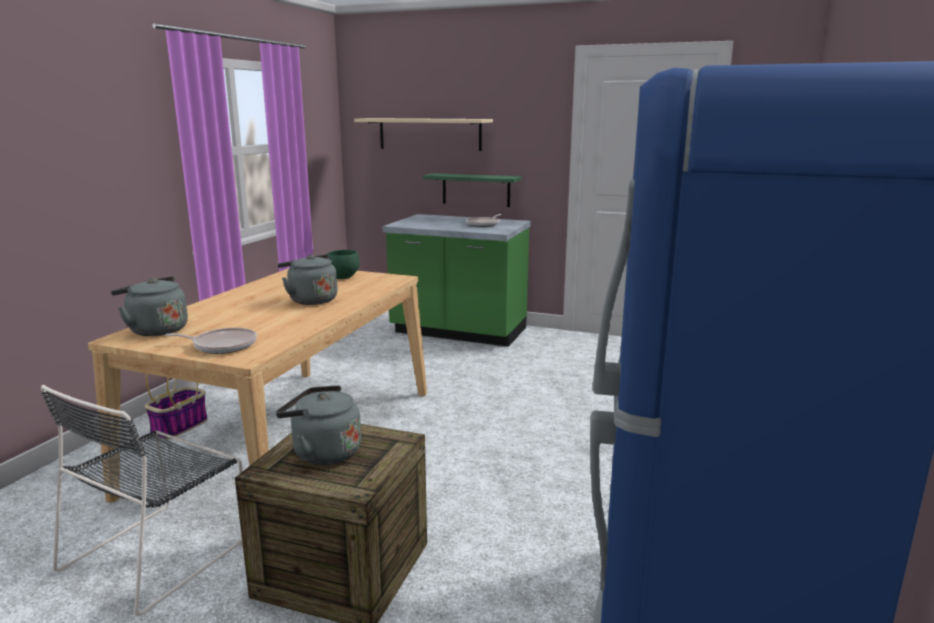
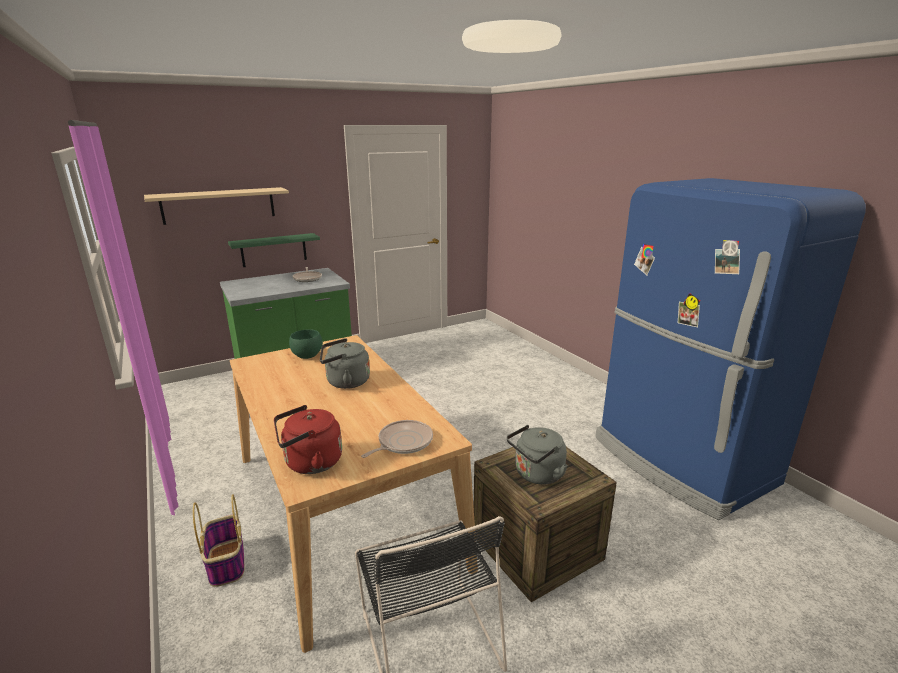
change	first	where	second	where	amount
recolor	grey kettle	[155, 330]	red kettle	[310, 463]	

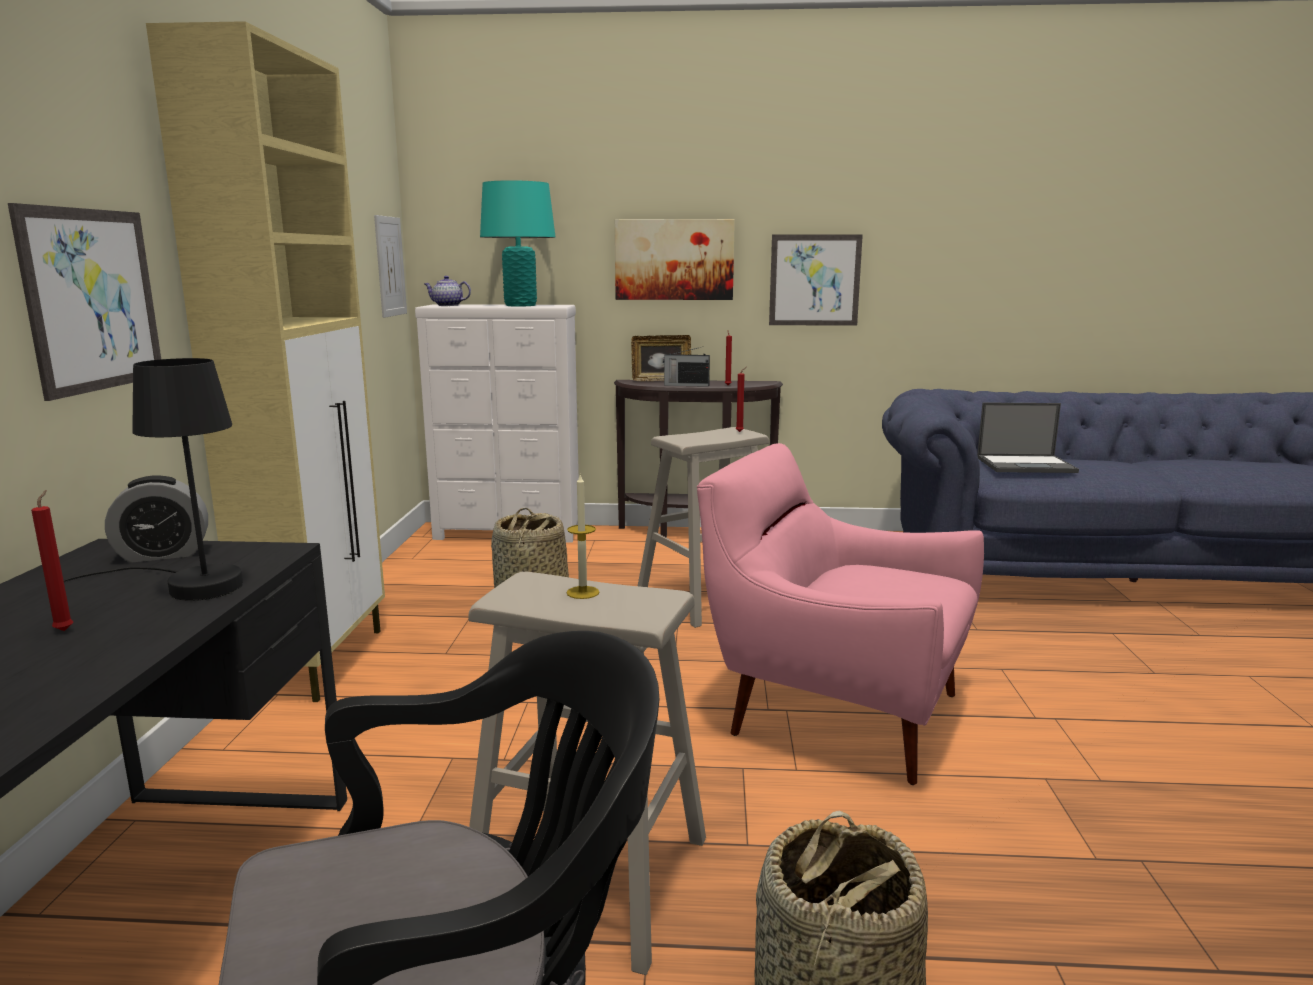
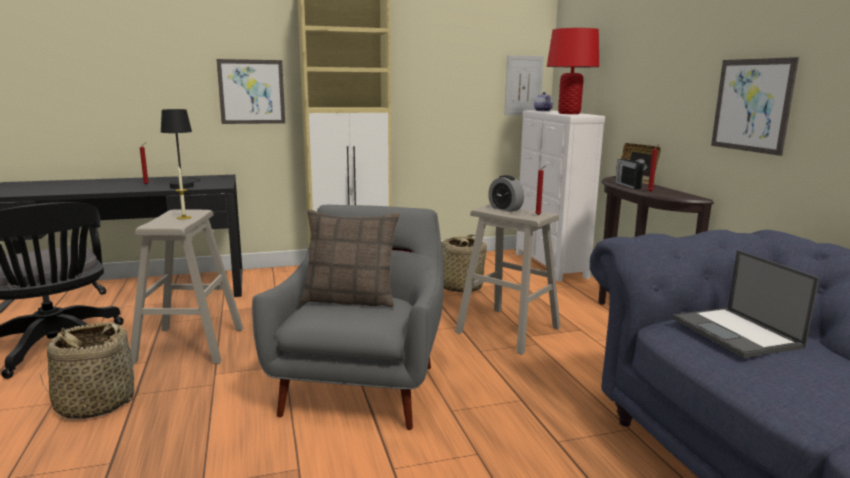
change	first	where	second	where	amount
delete	picture	[674, 259]			
insert			pillow	[350, 299]	
move	alarm clock	[163, 554]		[505, 209]	
recolor	turquoise table lamp	[521, 305]	red table lamp	[569, 113]	
recolor	pink armchair	[833, 710]	grey armchair	[362, 385]	

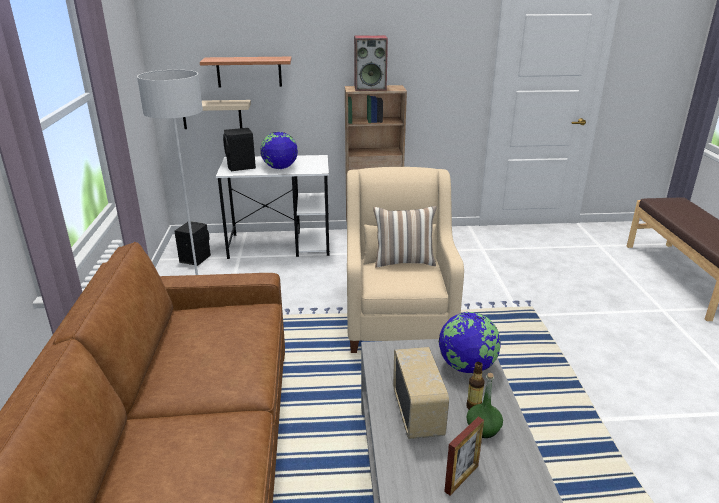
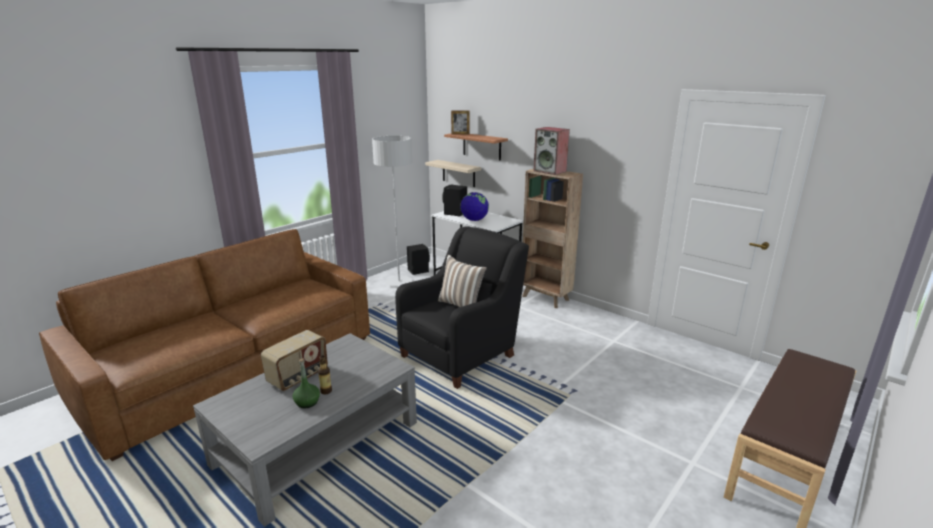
change	first	where	second	where	amount
delete	globe	[467, 367]			
move	picture frame	[461, 478]		[460, 134]	
recolor	beige armchair	[398, 319]	black armchair	[462, 353]	

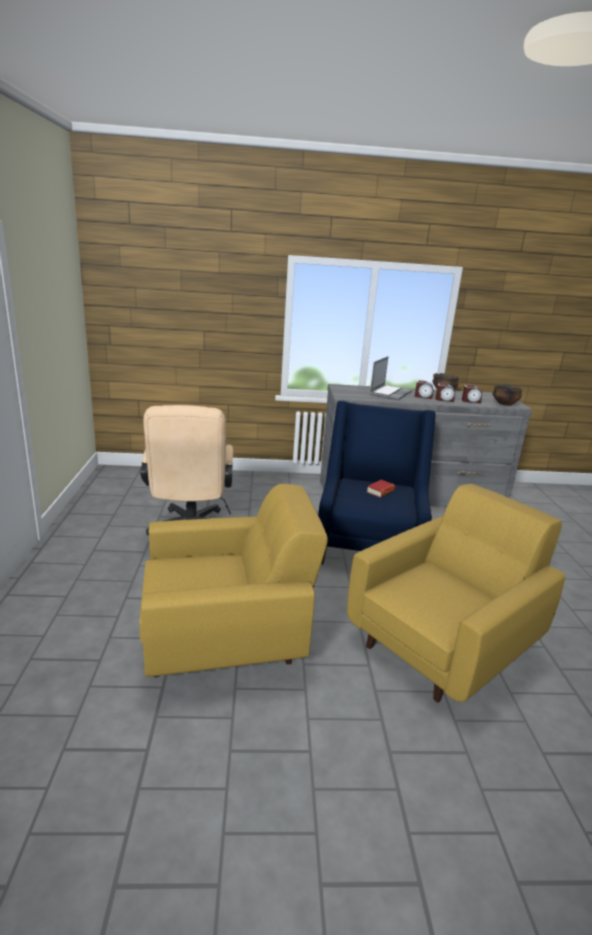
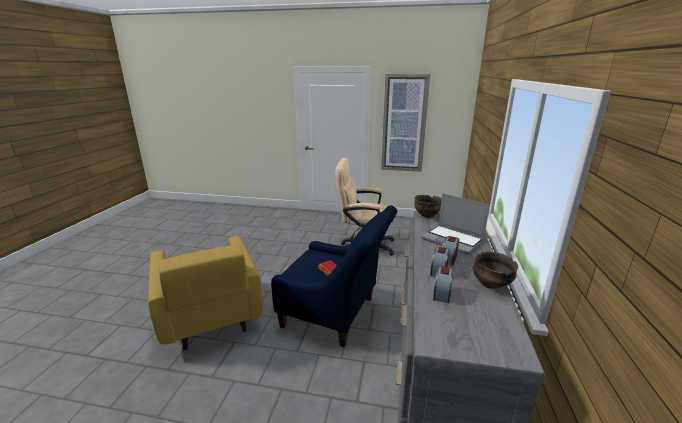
change	first	where	second	where	amount
delete	yellow armchair	[227, 638]			
insert			picture	[404, 124]	
move	bowl	[504, 404]		[427, 215]	

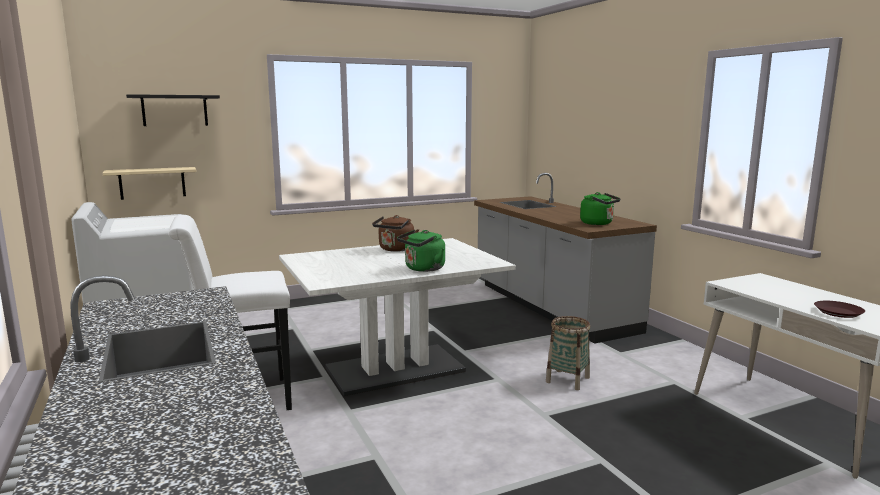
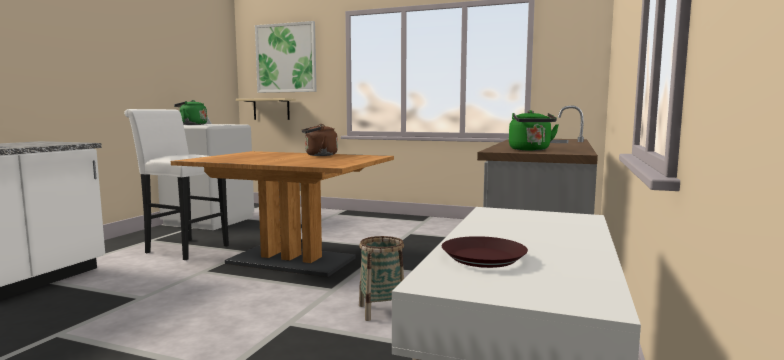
change	first	where	second	where	amount
move	green kettle	[423, 269]		[192, 124]	
replace	black shelf	[175, 110]	picture	[286, 58]	
recolor	white dining table	[395, 369]	brown dining table	[291, 261]	

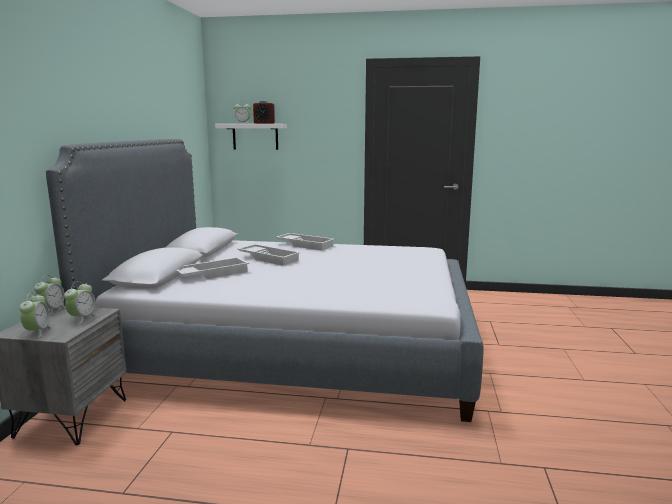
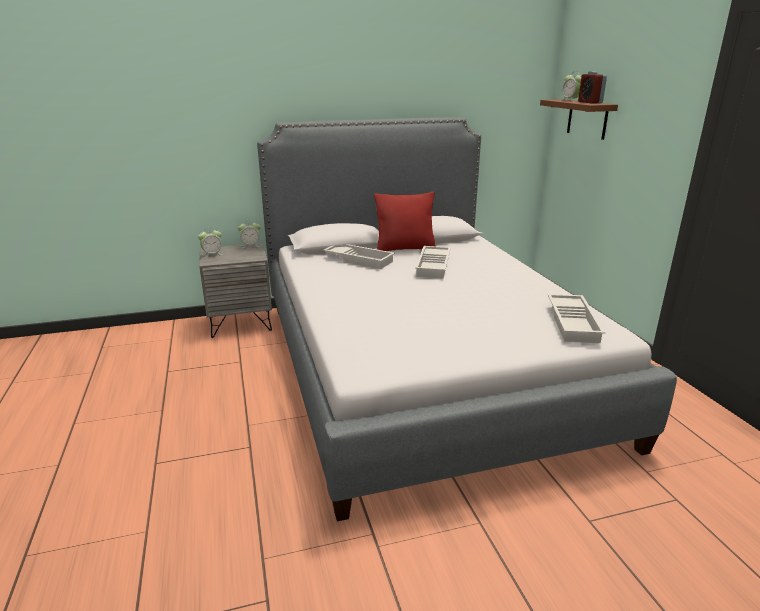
change	first	where	second	where	amount
delete	alarm clock	[82, 318]			
insert			red pillow	[405, 249]	
move	white tray	[306, 245]		[574, 323]	
recolor	white shelf	[255, 136]	brown shelf	[587, 119]	

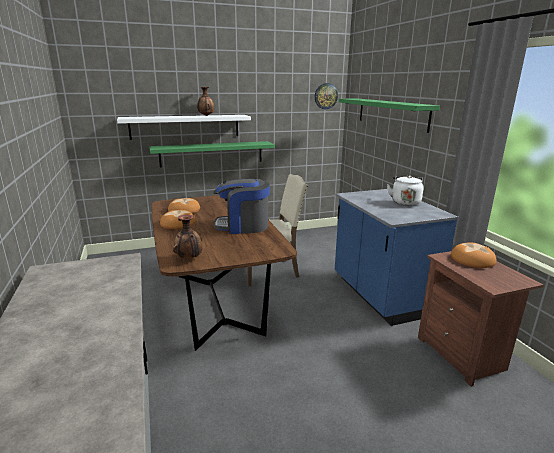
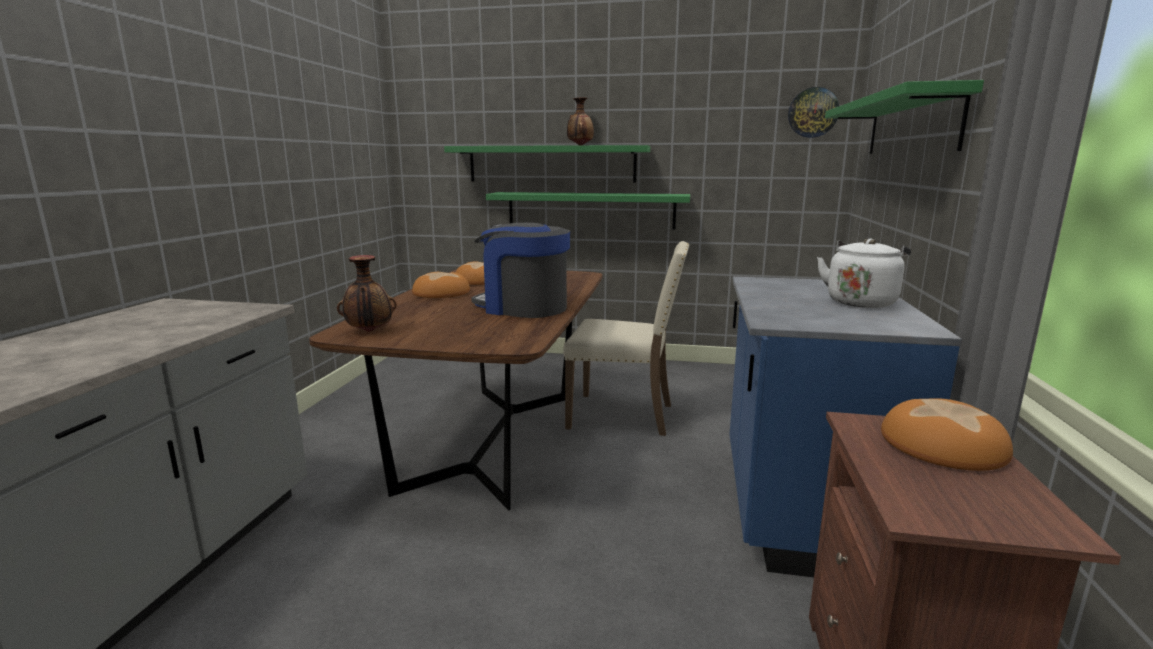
change	first	where	second	where	amount
recolor	white shelf	[185, 126]	green shelf	[551, 164]	

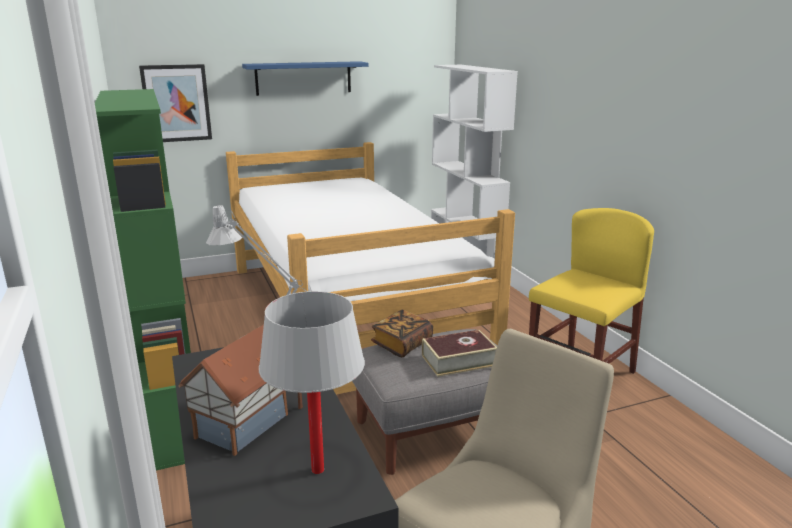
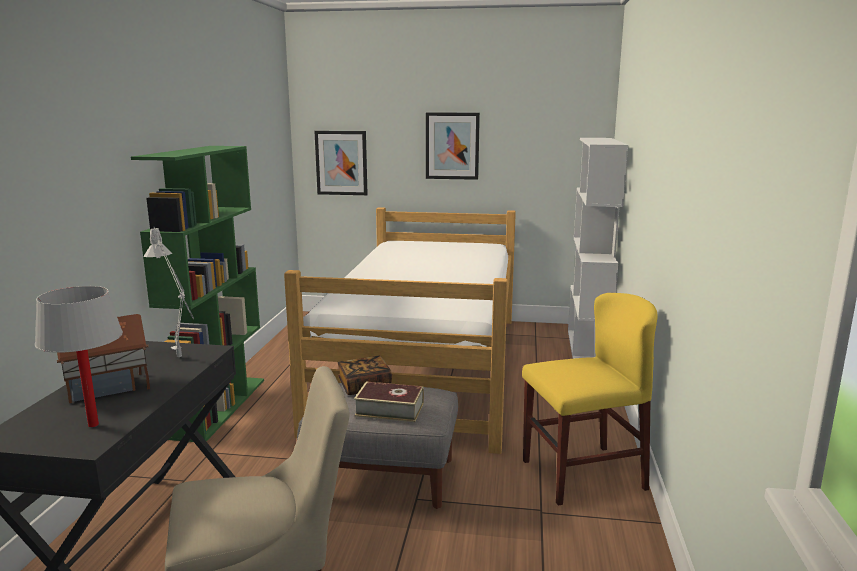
change	first	where	second	where	amount
replace	blue shelf	[303, 78]	picture	[452, 146]	

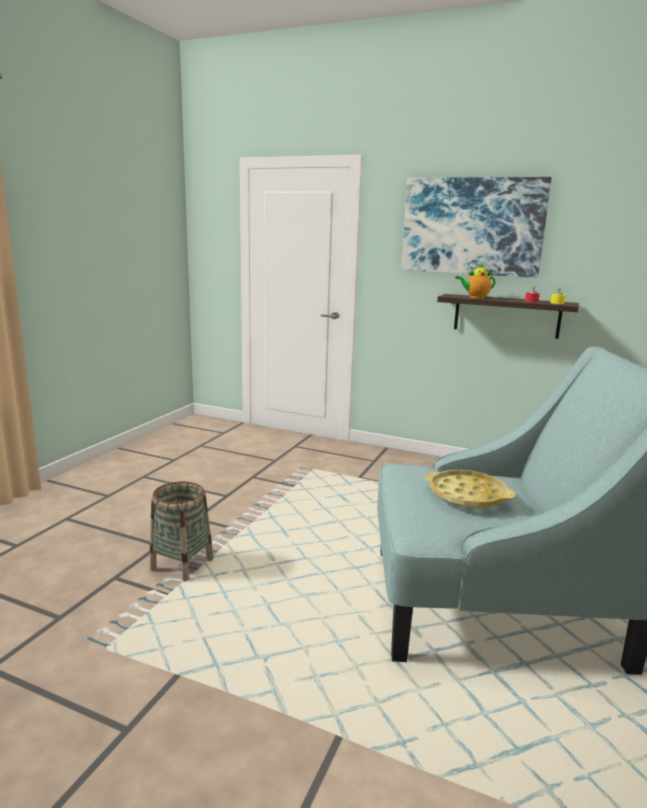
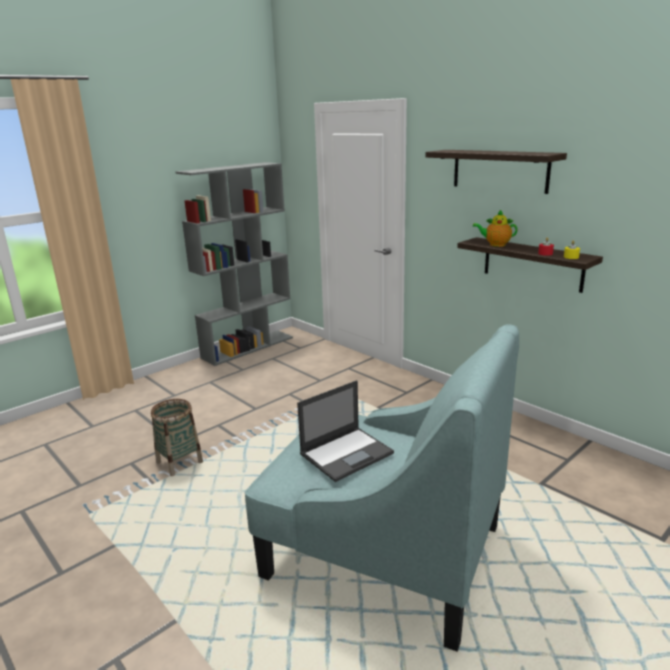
change	first	where	second	where	amount
insert			grey bookcase	[248, 347]	
replace	picture	[472, 226]	shelf	[499, 170]	
replace	yellow tray	[467, 495]	laptop	[347, 453]	

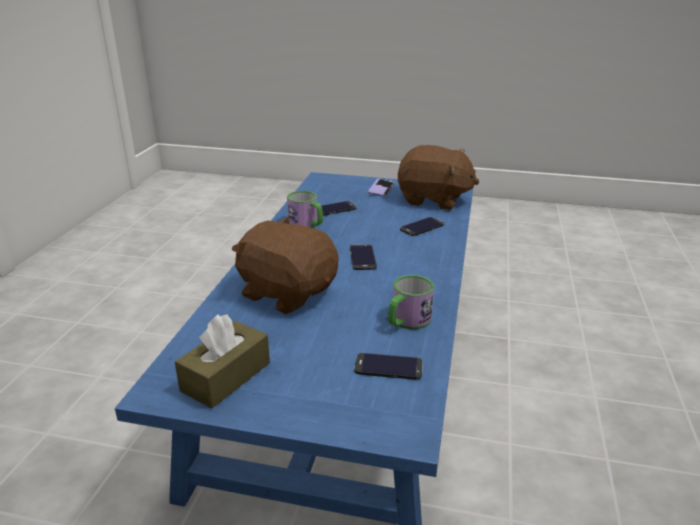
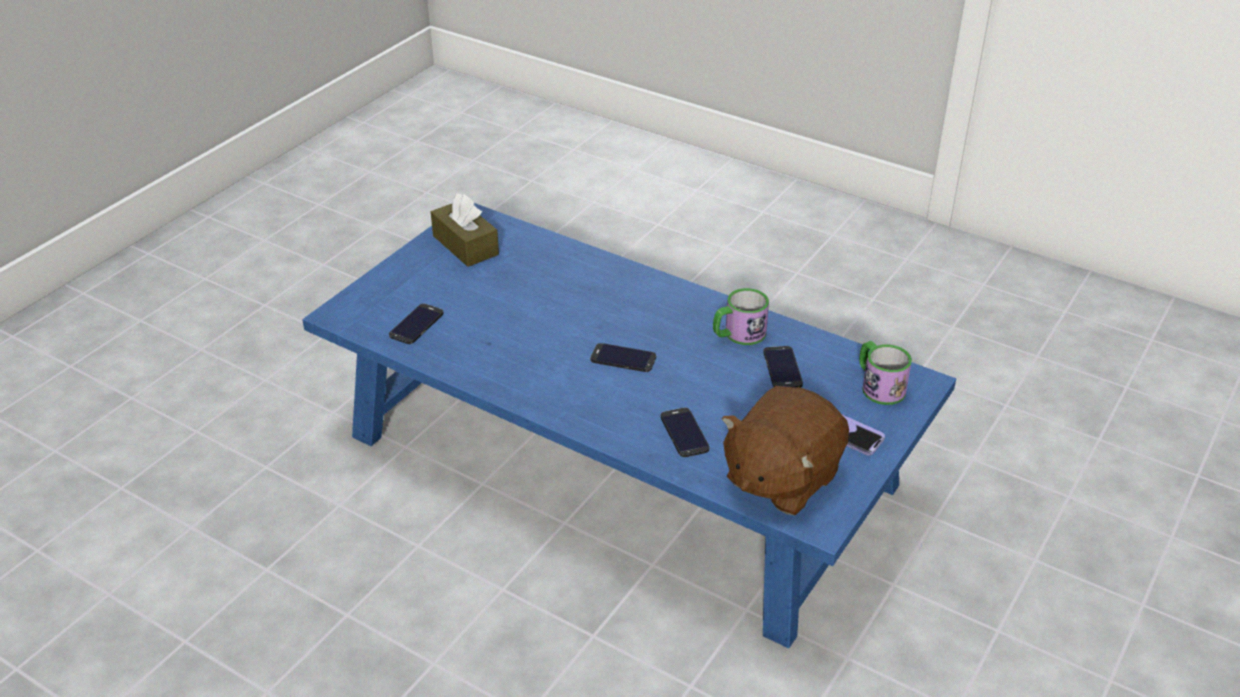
change	first	where	second	where	amount
delete	brown plush toy	[287, 293]			
move	mug	[406, 321]		[878, 385]	

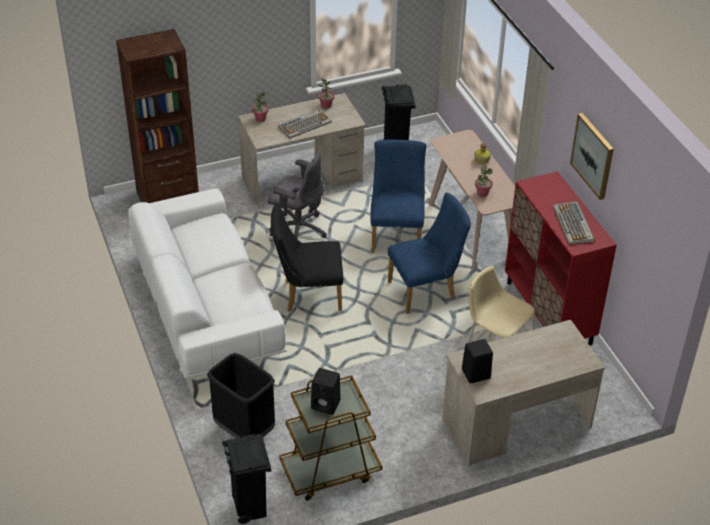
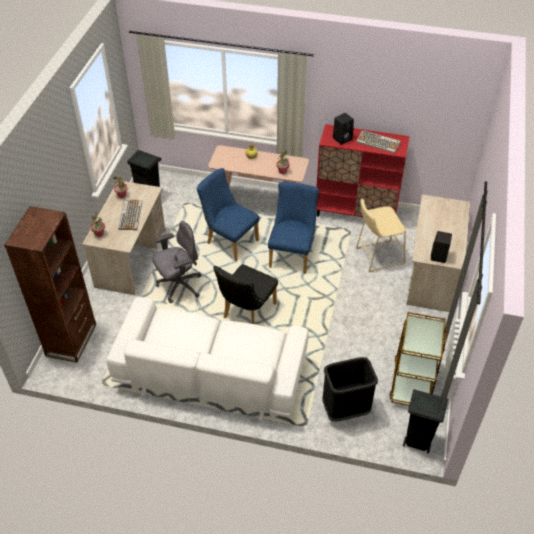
change	first	where	second	where	amount
delete	picture	[593, 155]			
move	black speaker	[326, 404]		[342, 138]	

